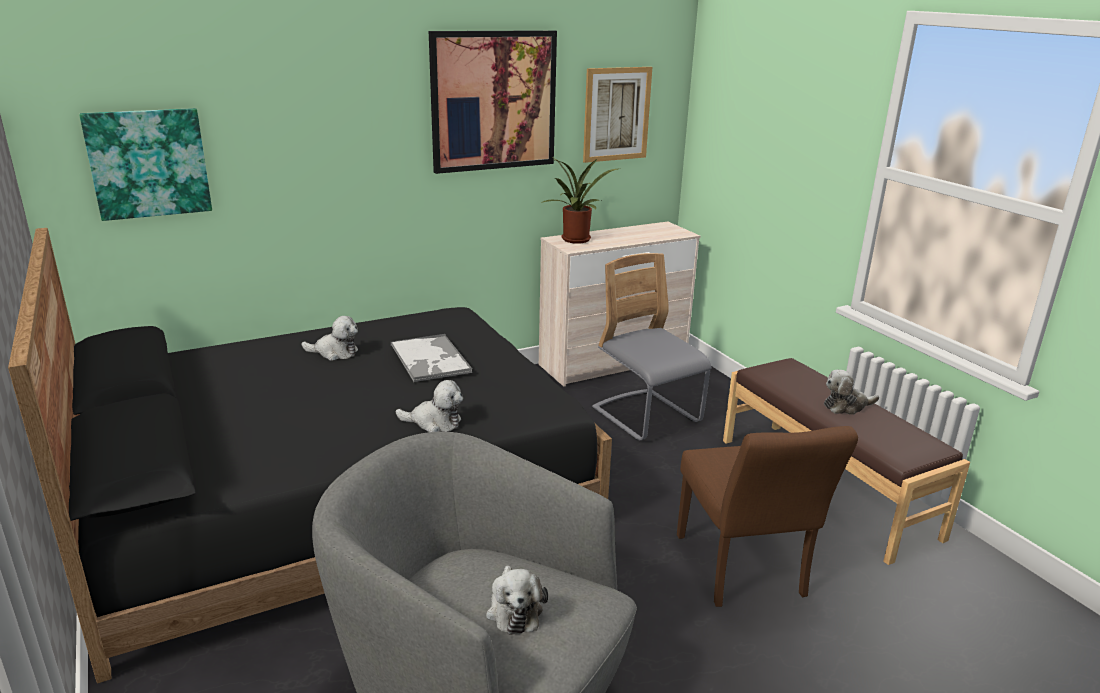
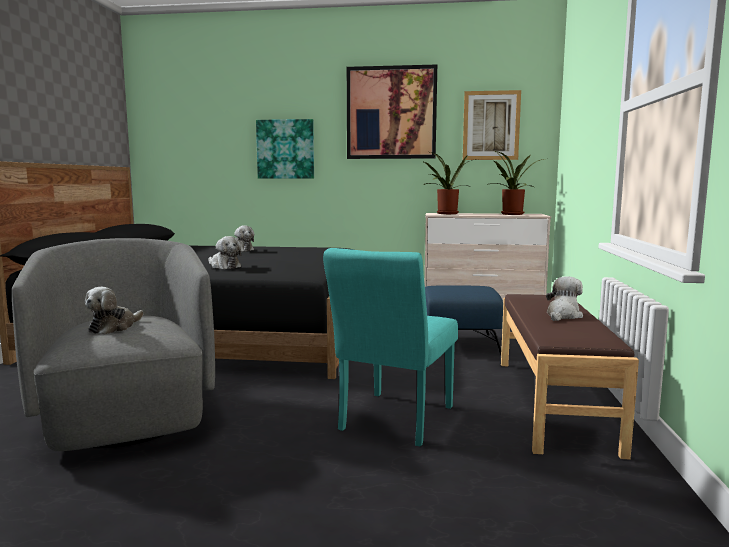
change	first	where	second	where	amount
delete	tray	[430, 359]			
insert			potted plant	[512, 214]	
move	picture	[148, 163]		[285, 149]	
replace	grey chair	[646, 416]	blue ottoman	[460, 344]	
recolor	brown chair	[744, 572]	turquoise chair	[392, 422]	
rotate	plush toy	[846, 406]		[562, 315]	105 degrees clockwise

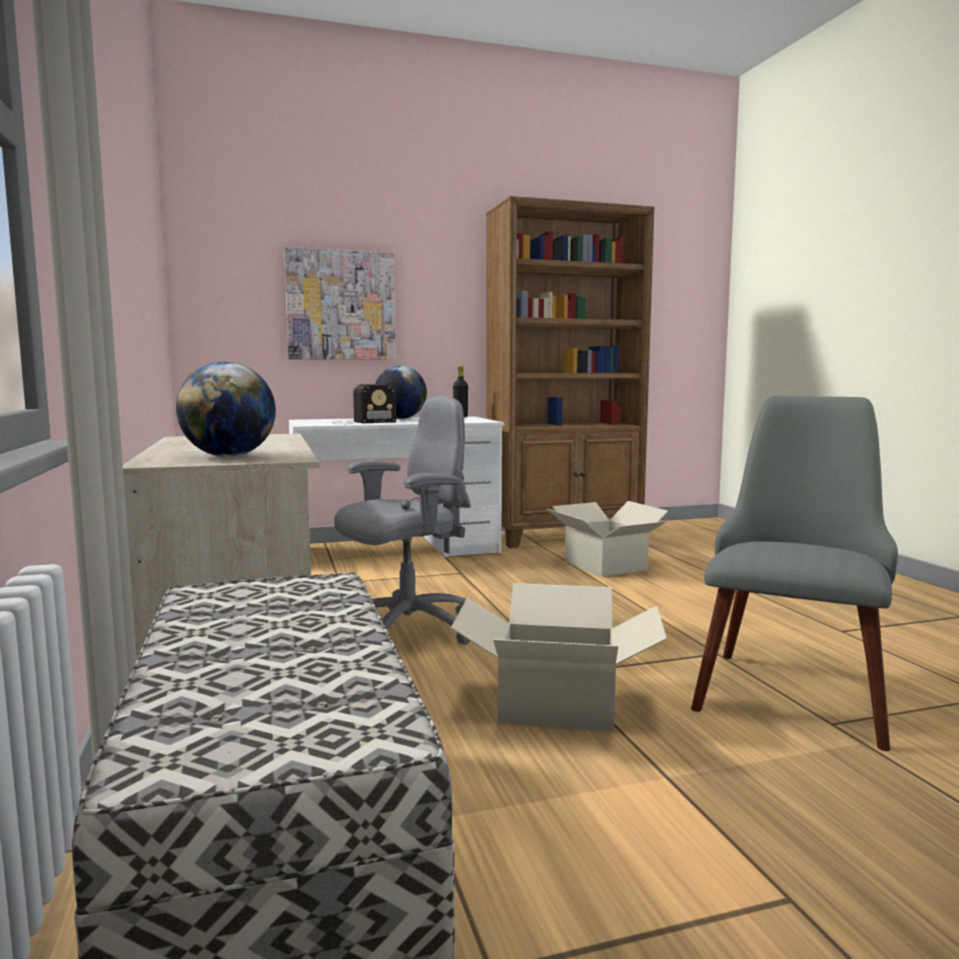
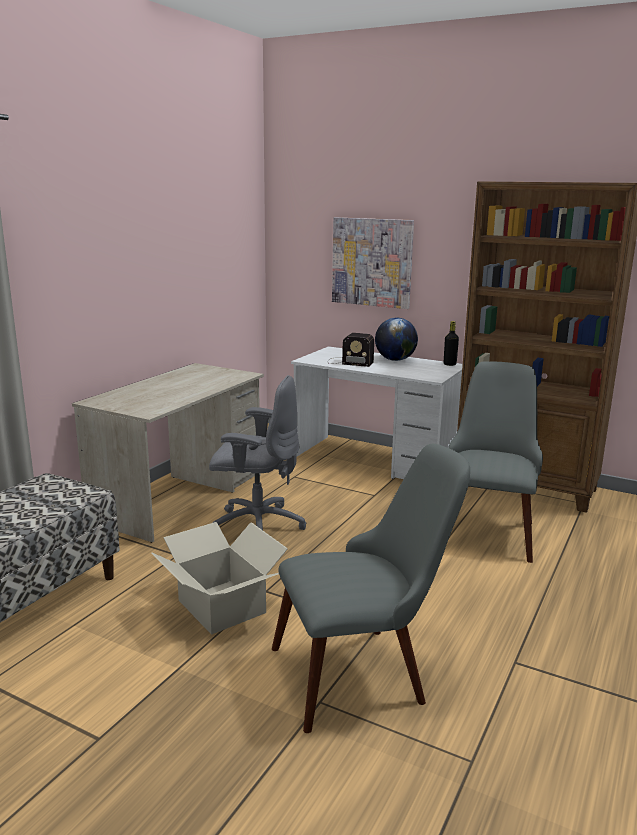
change	first	where	second	where	amount
delete	globe	[229, 456]			
replace	cardboard box	[606, 565]	grey chair	[487, 527]	

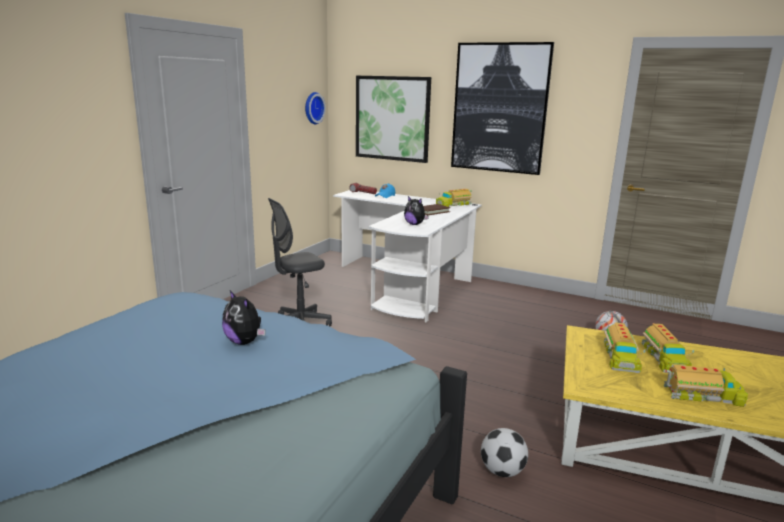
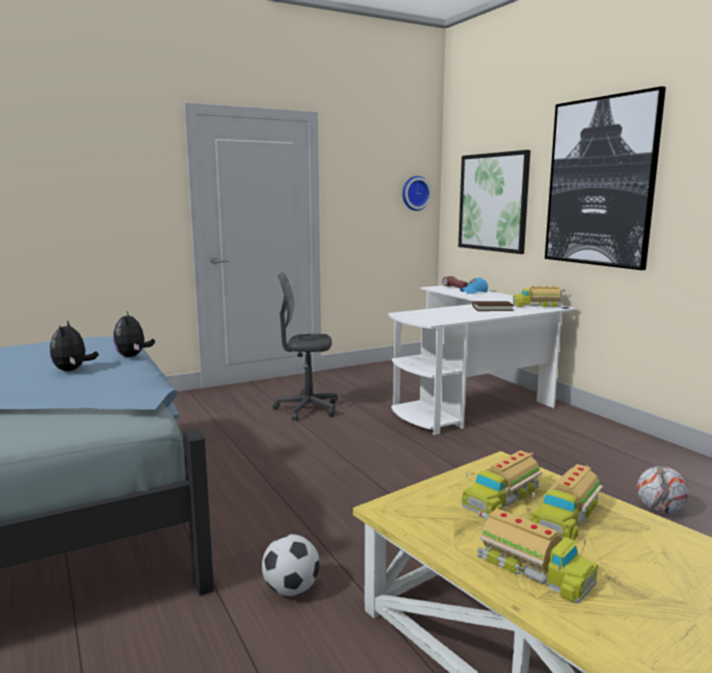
change	first	where	second	where	amount
move	plush toy	[415, 224]		[133, 356]	

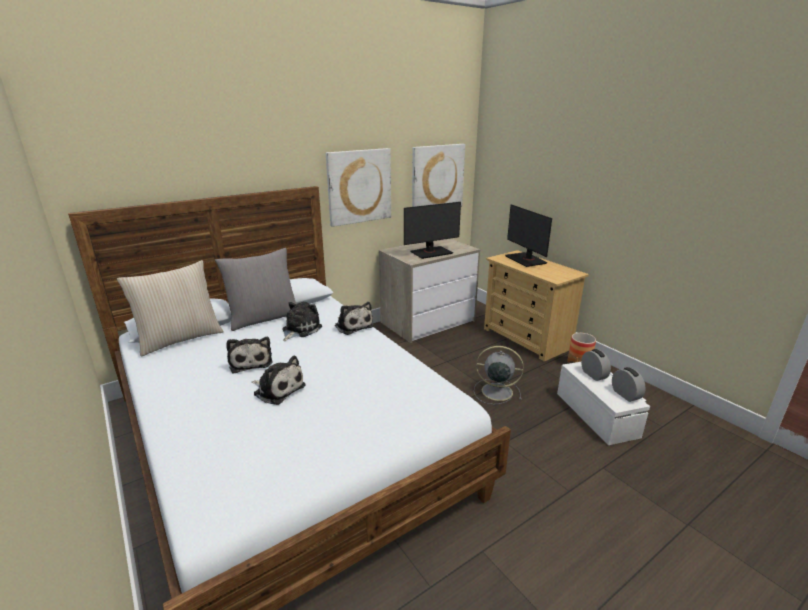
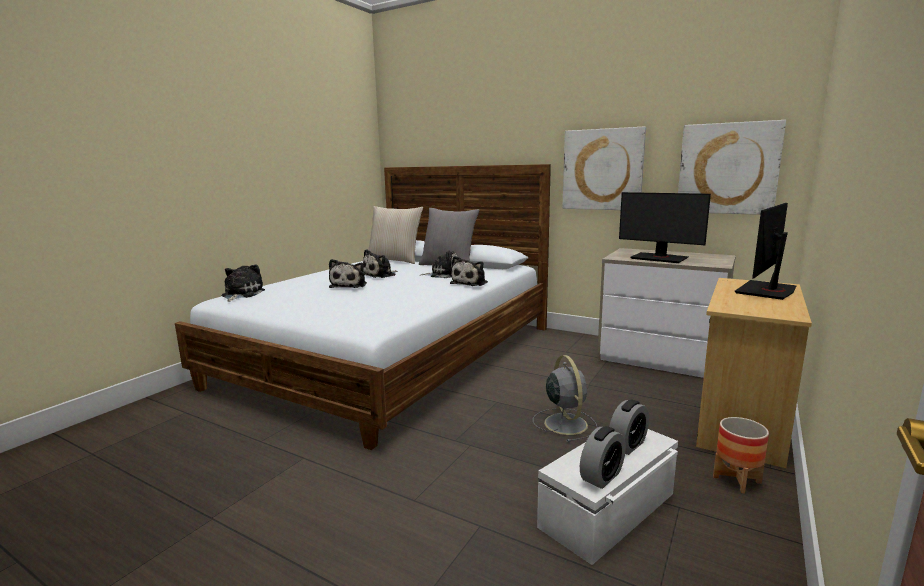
change	first	where	second	where	amount
insert			plush toy	[241, 294]	

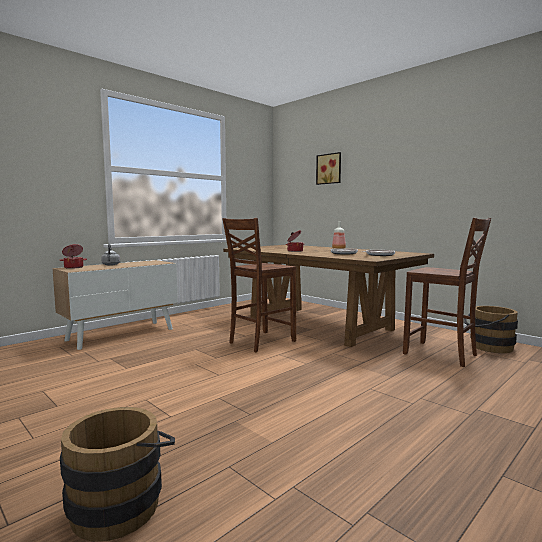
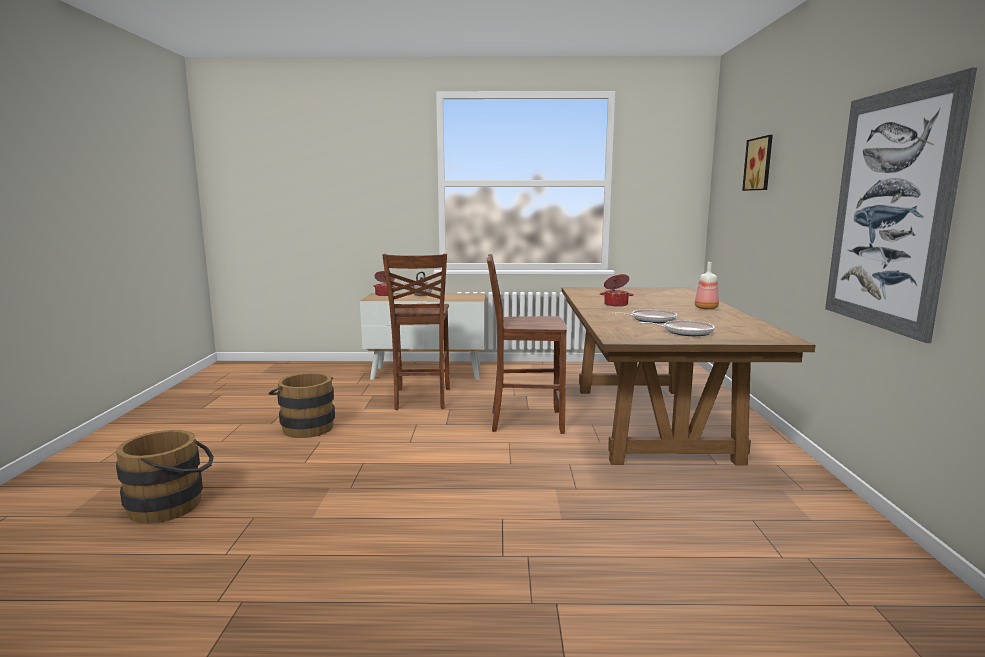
change	first	where	second	where	amount
insert			picture	[889, 210]	
move	brown chair	[441, 355]		[421, 399]	
move	brown bucket	[488, 347]		[306, 427]	

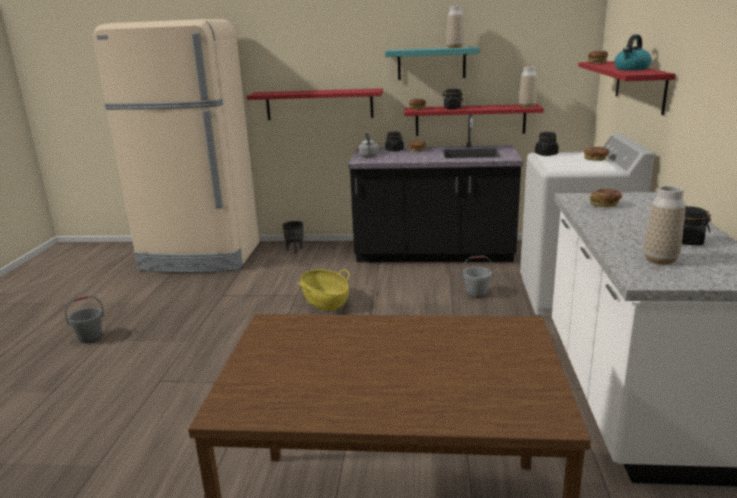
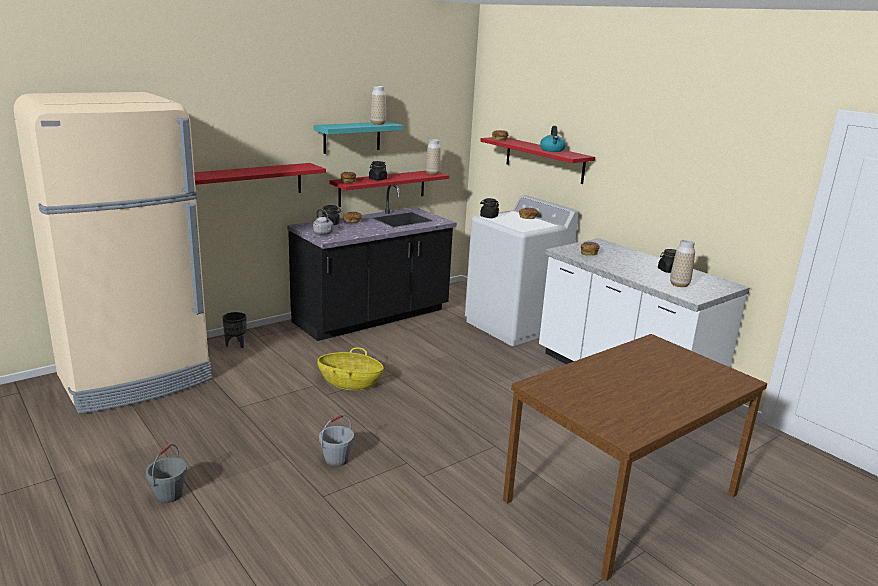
change	first	where	second	where	amount
move	grey bucket	[476, 294]		[336, 459]	

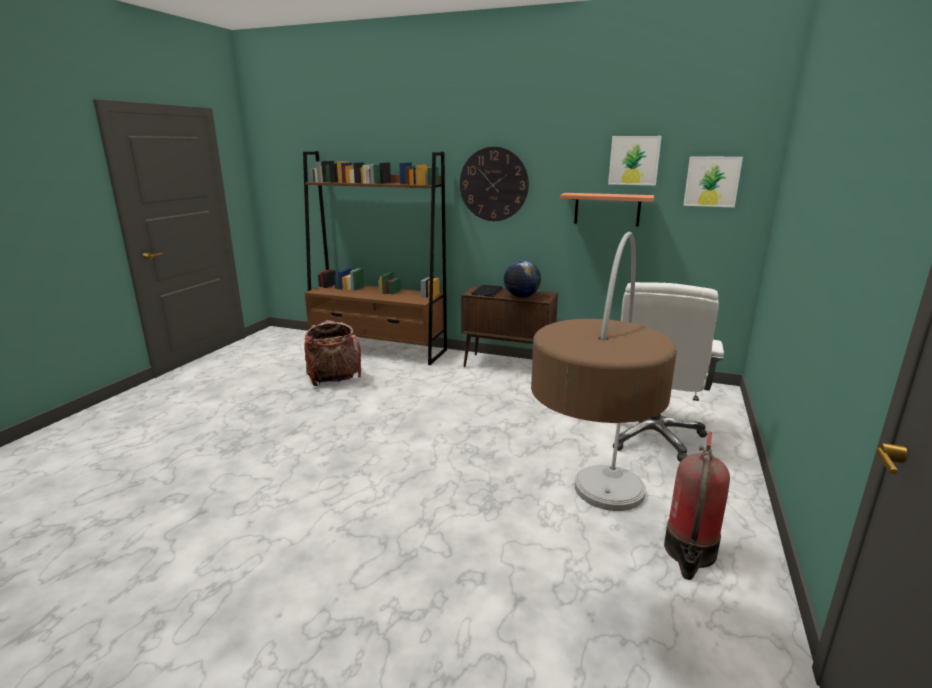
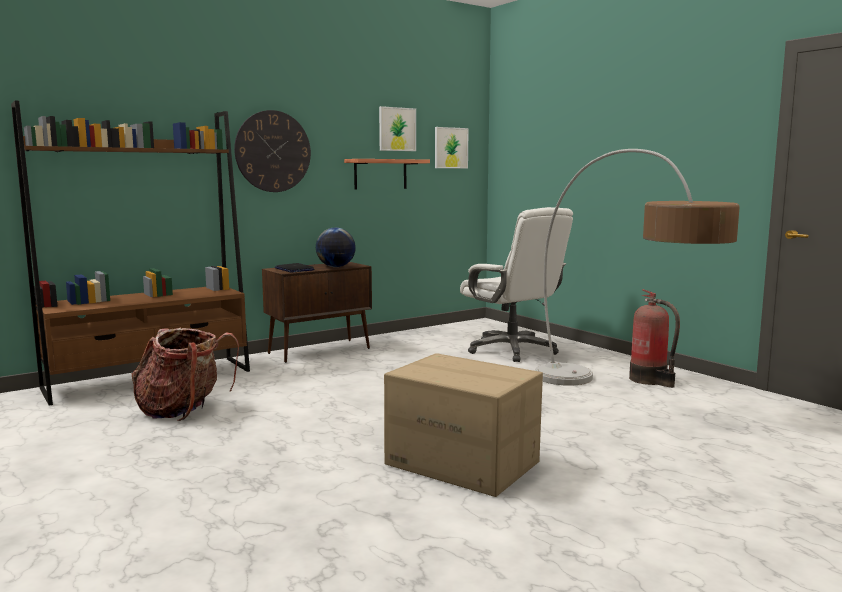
change	first	where	second	where	amount
insert			cardboard box	[463, 463]	

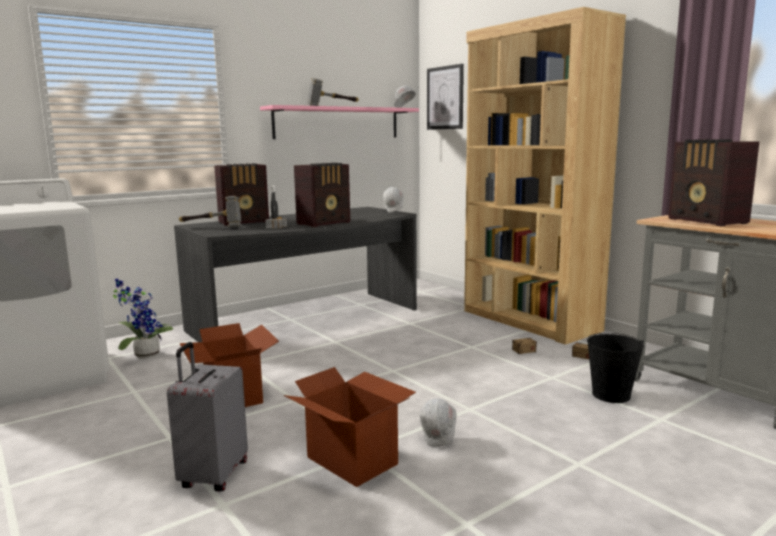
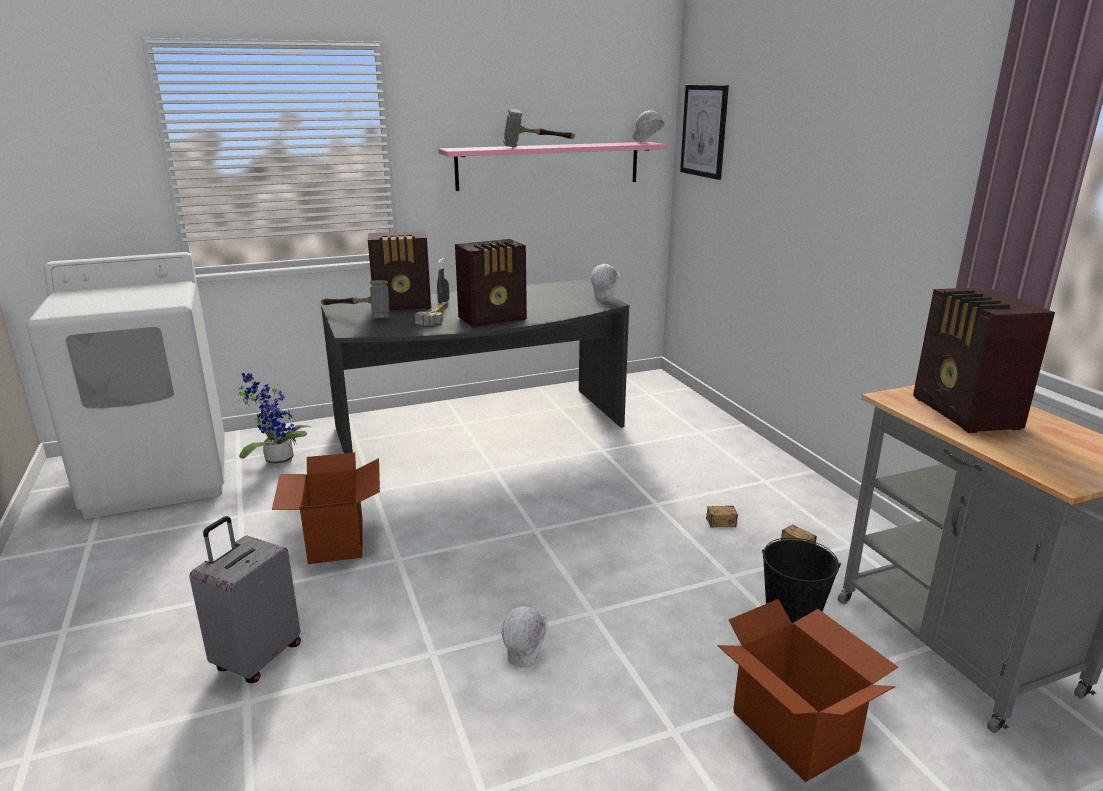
change	first	where	second	where	amount
delete	brown bookcase	[529, 321]			
move	cardboard box	[353, 460]		[795, 730]	

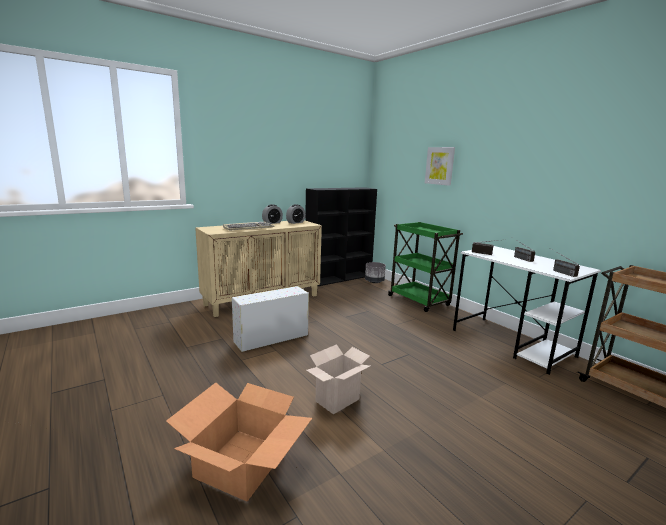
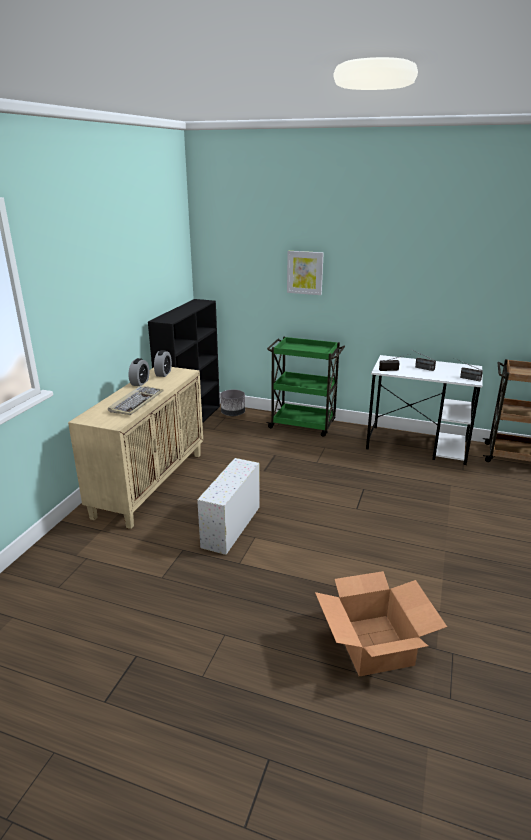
change	first	where	second	where	amount
delete	cardboard box	[337, 401]			

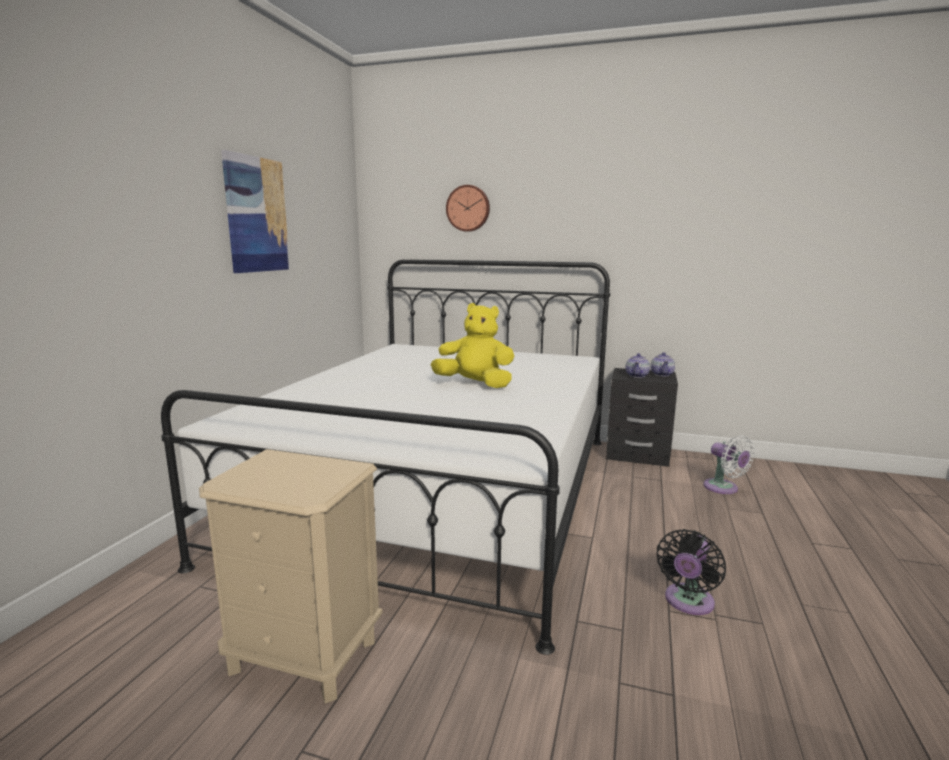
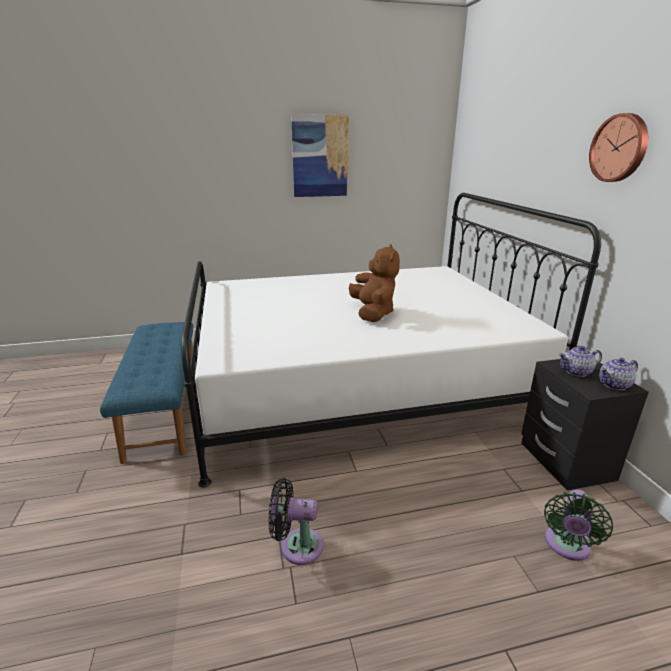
change	first	where	second	where	amount
move	wall clock	[468, 208]		[620, 148]	
replace	beige nightstand	[305, 655]	blue bench	[165, 408]	
recolor	yellow plush toy	[475, 384]	brown plush toy	[373, 313]	
recolor	white fan	[723, 488]	green fan	[566, 546]	

